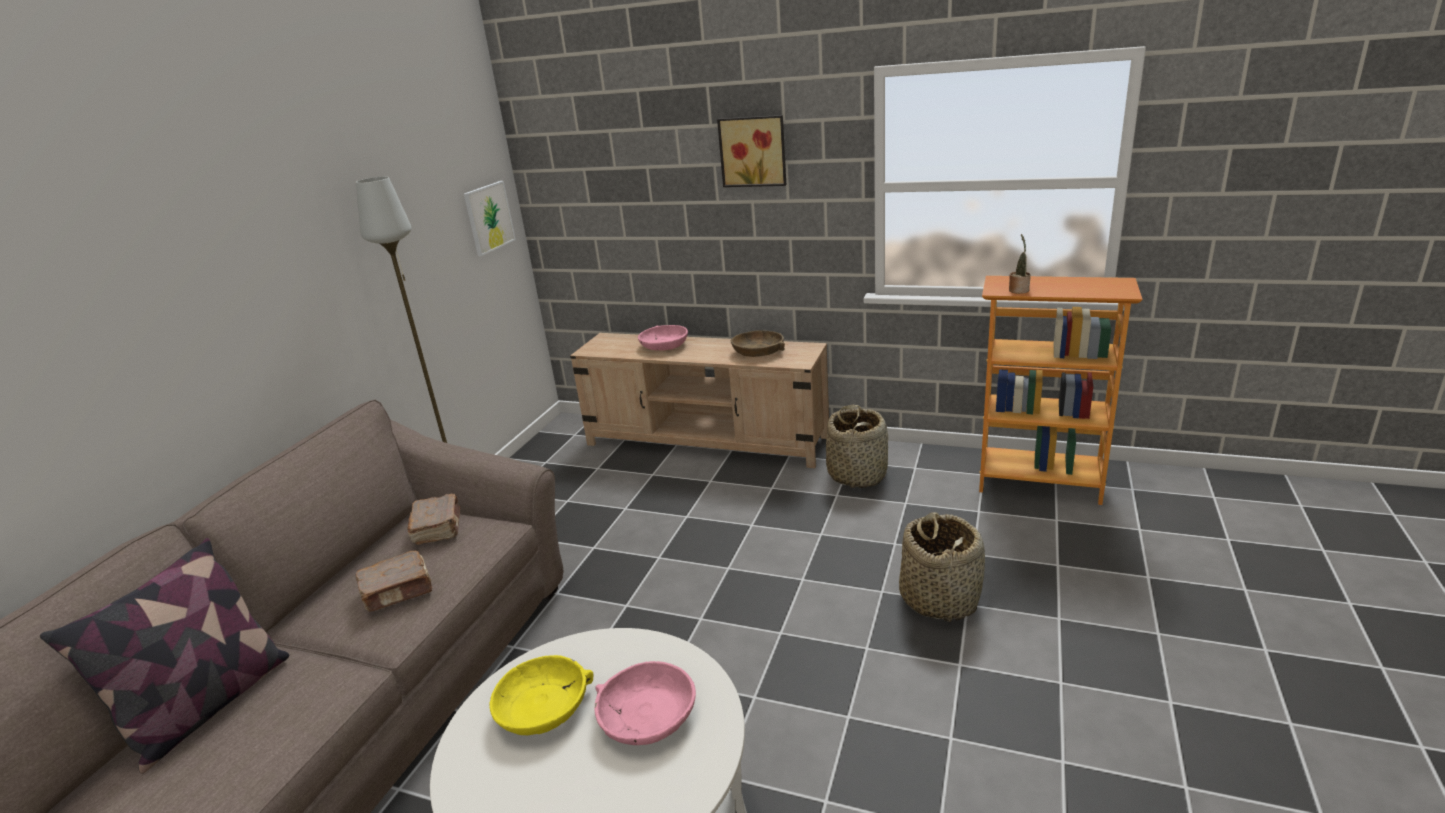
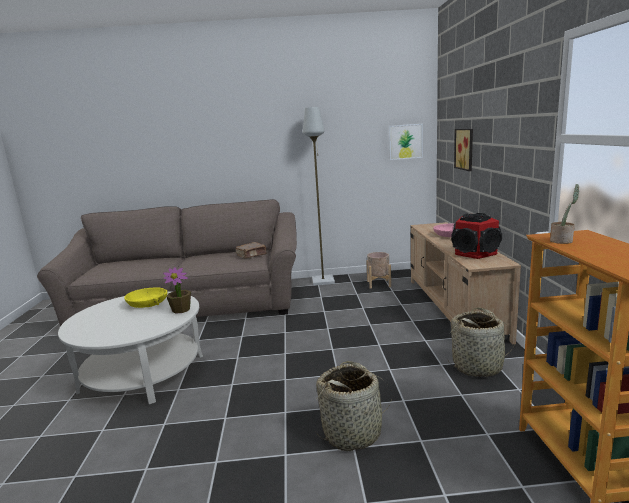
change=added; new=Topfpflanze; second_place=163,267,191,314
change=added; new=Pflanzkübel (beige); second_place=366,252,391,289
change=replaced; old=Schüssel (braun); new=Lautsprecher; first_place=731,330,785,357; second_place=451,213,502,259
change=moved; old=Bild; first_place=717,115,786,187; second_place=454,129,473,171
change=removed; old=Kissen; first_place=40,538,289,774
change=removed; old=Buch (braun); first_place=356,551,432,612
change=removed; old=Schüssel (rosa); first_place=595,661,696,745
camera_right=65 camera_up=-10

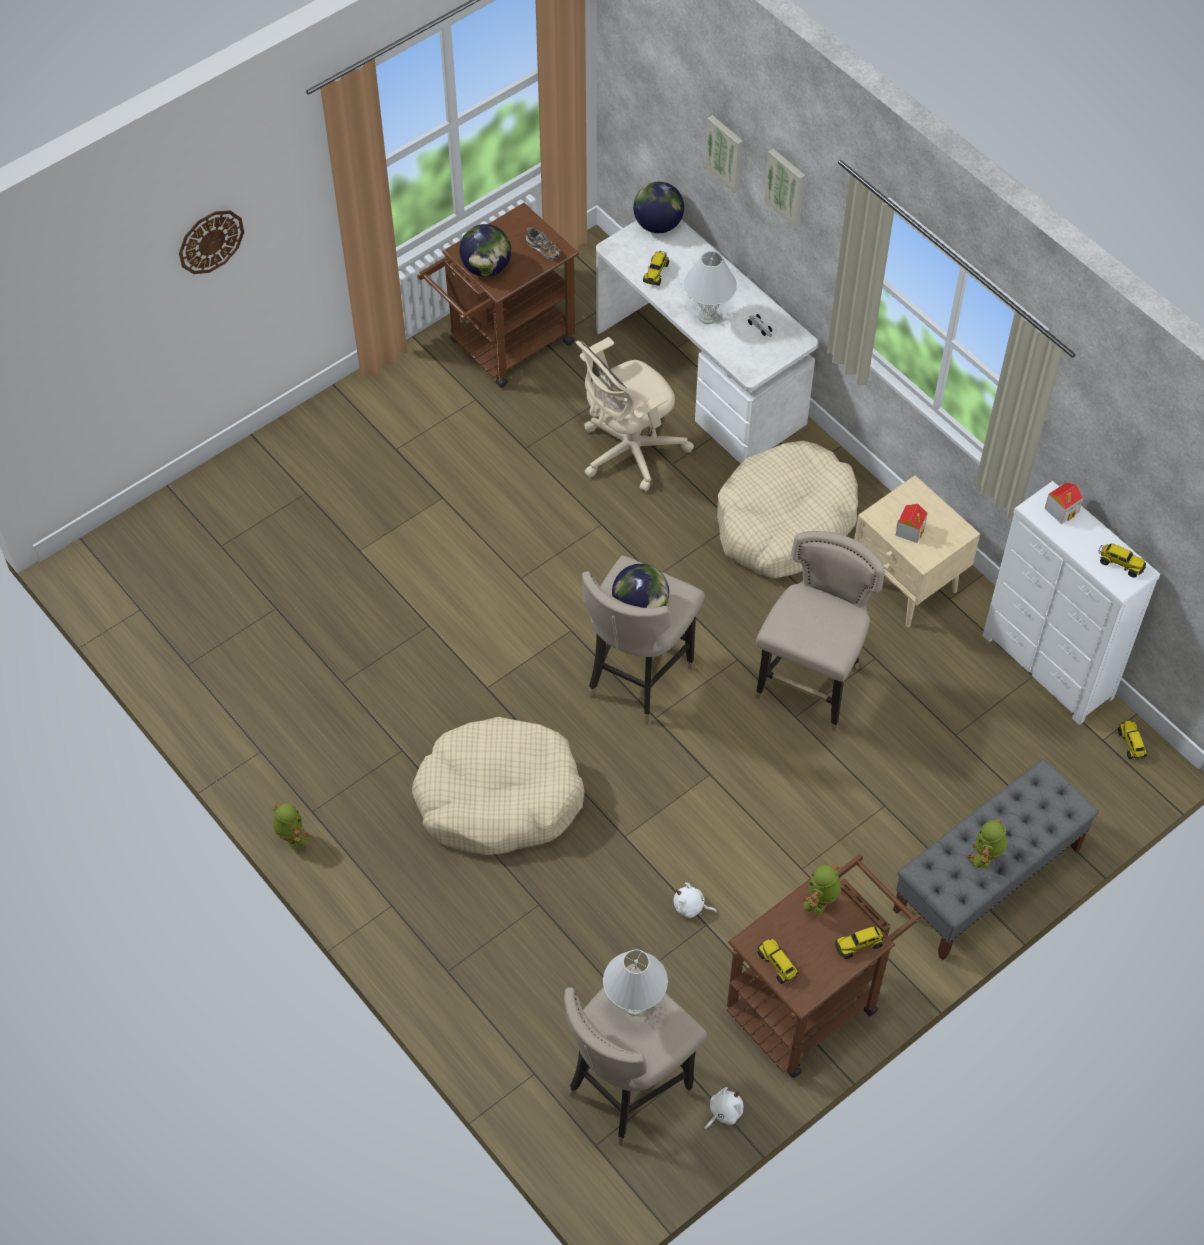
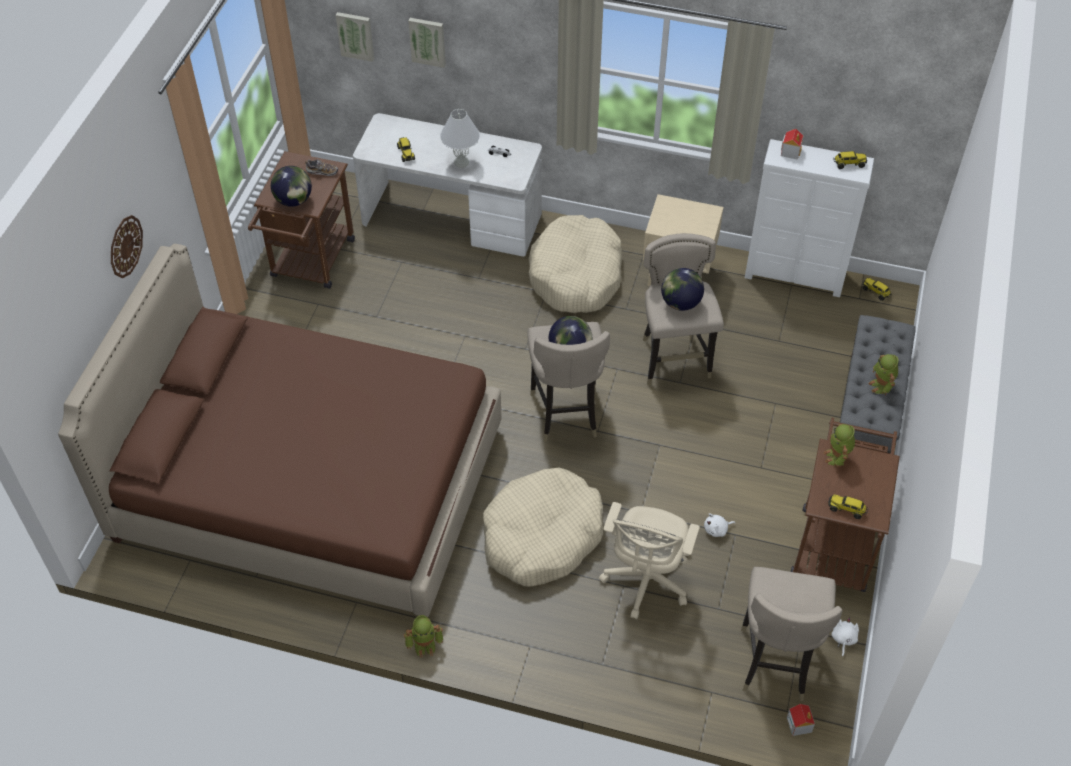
change=added; new=Bett (braun); second_place=58,244,502,617
change=moved; old=Bild; first_place=764,148,805,228; second_place=336,12,374,62
change=turned; old=Spielzeugroboter; first_place=273,803,310,850; second_place=404,615,443,658; degrees=150
change=moved; old=Bürostuhl (beige); first_place=576,337,694,492; second_place=599,502,700,619
change=moved; old=Globus; first_place=633,182,684,233; second_place=661,268,704,311
change=moved; old=Spielzeughaus; first_place=896,504,928,543; second_place=787,704,815,736
change=removed; old=Tischlampe (weiß); first_place=603,949,668,1016
change=removed; old=Spielzeuglaster; first_place=835,926,886,959
camera_right=-35 camera_up=-5

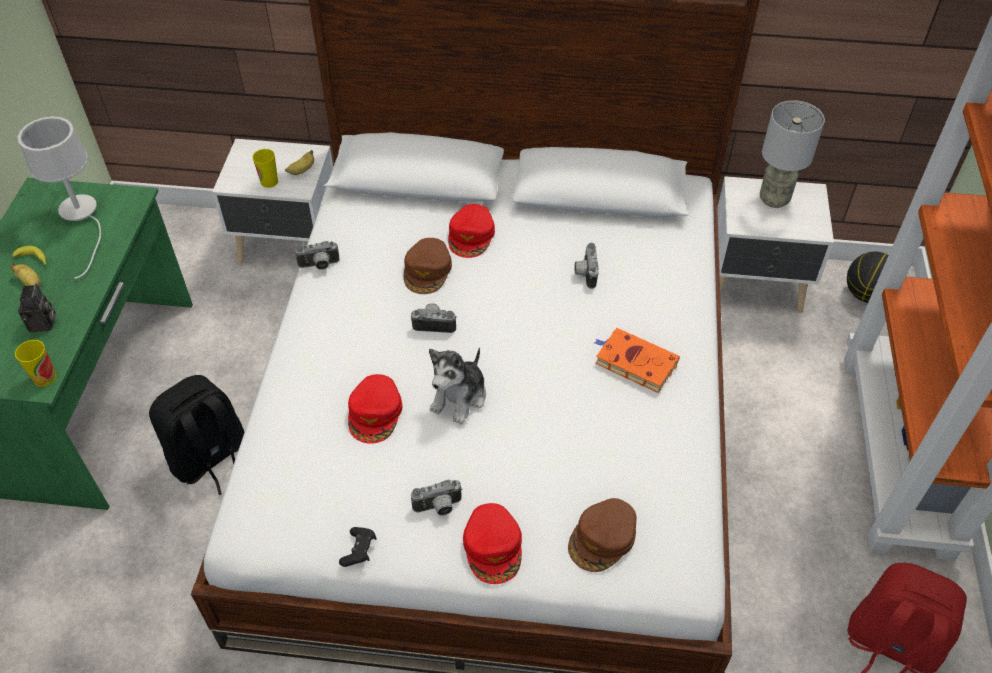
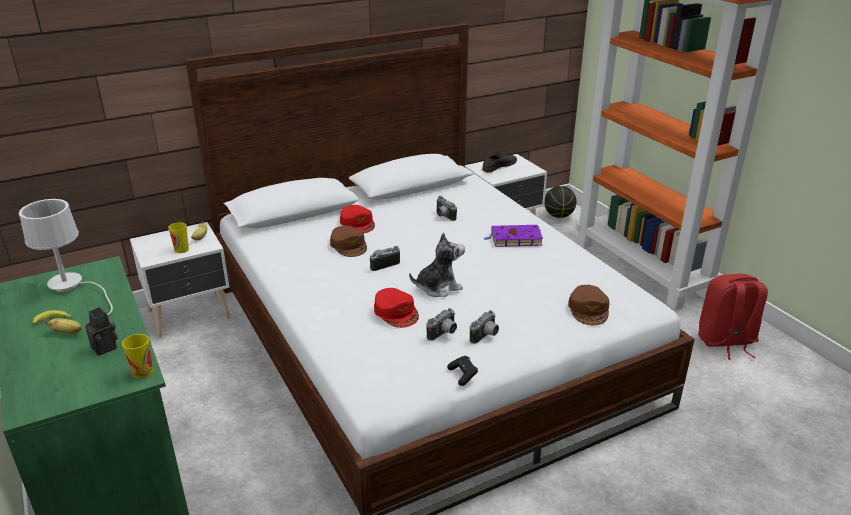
change=turned; old=Plüschtier; first_place=429,348,486,424; second_place=409,232,465,297; degrees=-105
change=moved; old=Kamera; first_place=295,241,340,270; second_place=427,308,457,341
change=replaced; old=Tischlampe (grau); new=Schuh (grau); first_place=760,100,825,208; second_place=482,151,517,173
change=recoloured; old=Buch (orange); new=Buch (lila); first_place=594,328,680,393; second_place=484,225,543,247
change=removed; old=Rucksack (schwarz); first_place=149,375,244,495
change=removed; old=Kappe (rot); first_place=463,503,522,584
camera_right=-35 camera_up=-20

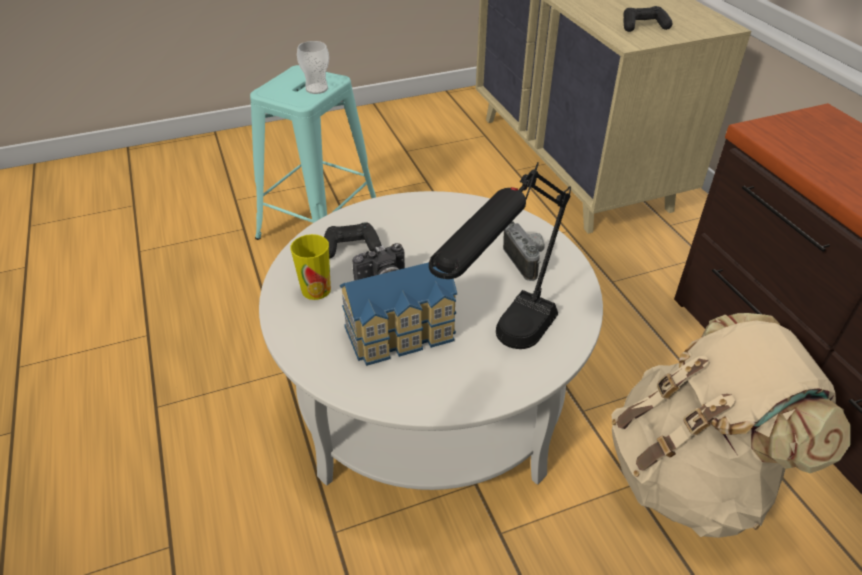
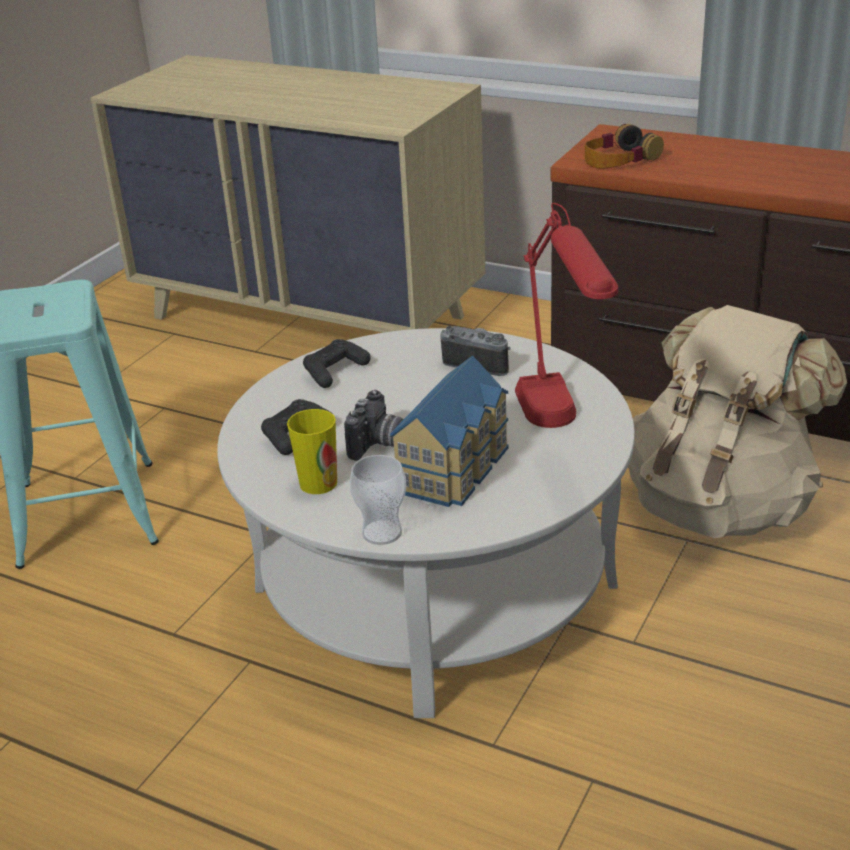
change=moved; old=Gamepad (schwarz); first_place=624,6,673,32; second_place=303,339,371,388
change=moved; old=Tasse; first_place=297,41,329,94; second_place=349,455,406,545
change=recoloured; old=Tischlampe (schwarz); new=Tischlampe (rot); first_place=429,162,571,349; second_place=515,203,618,428
change=added; new=Kopfhörer; second_place=585,124,664,168
camera_right=-40 camera_up=-10

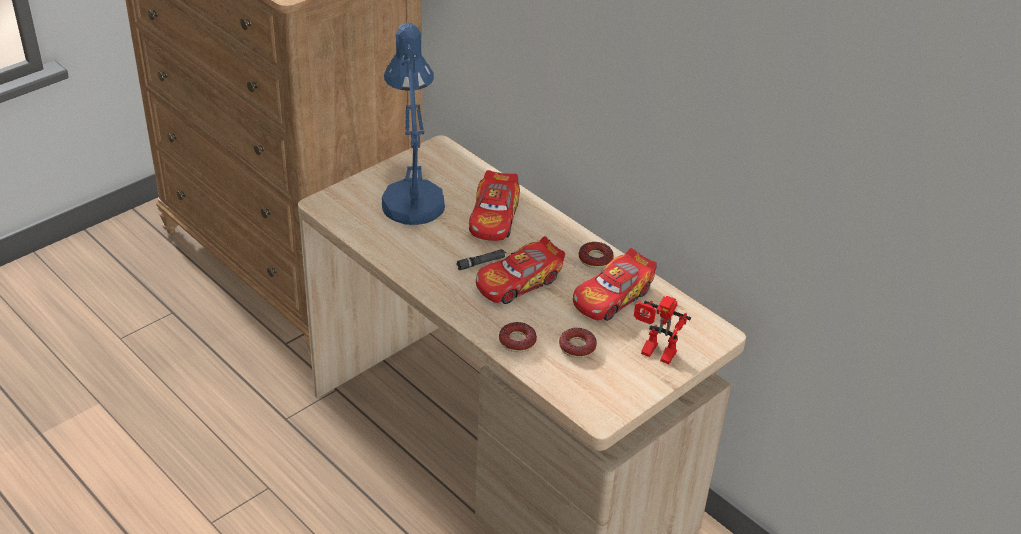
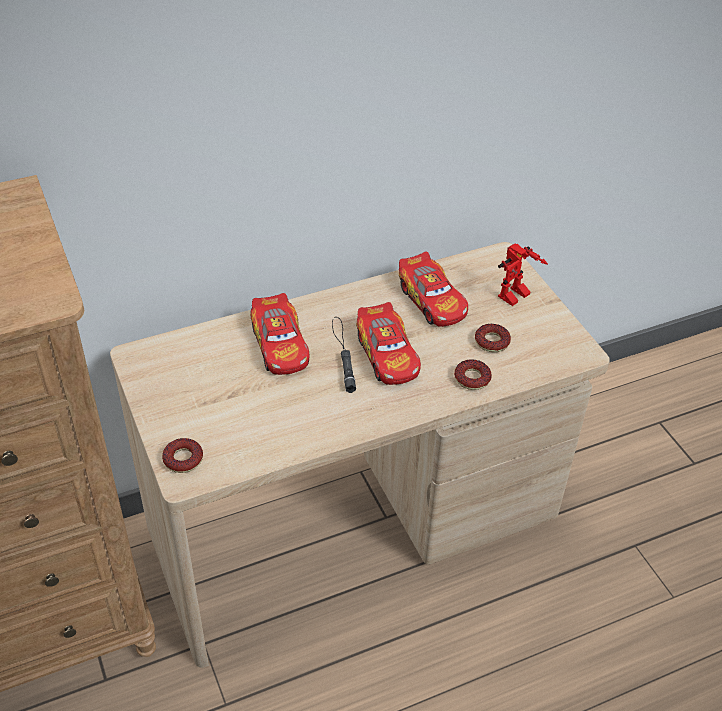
change=moved; old=Donut; first_place=579,242,614,269; second_place=162,438,203,473
change=turned; old=Spielzeugauto; first_place=469,170,520,241; second_place=250,293,309,375; degrees=45
change=removed; old=Tischlampe (blau); first_place=382,23,445,225
camera_right=-70 camera_up=5

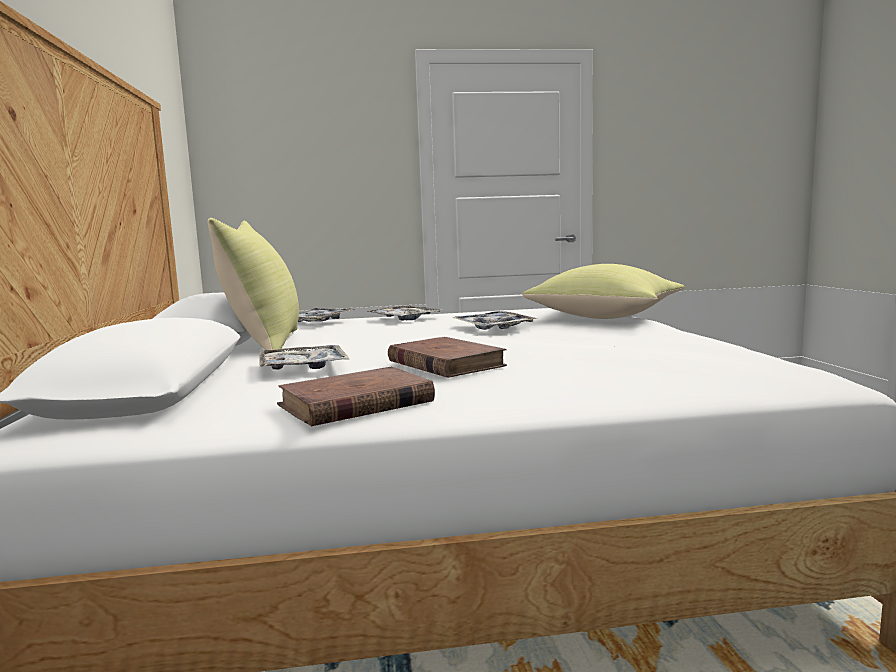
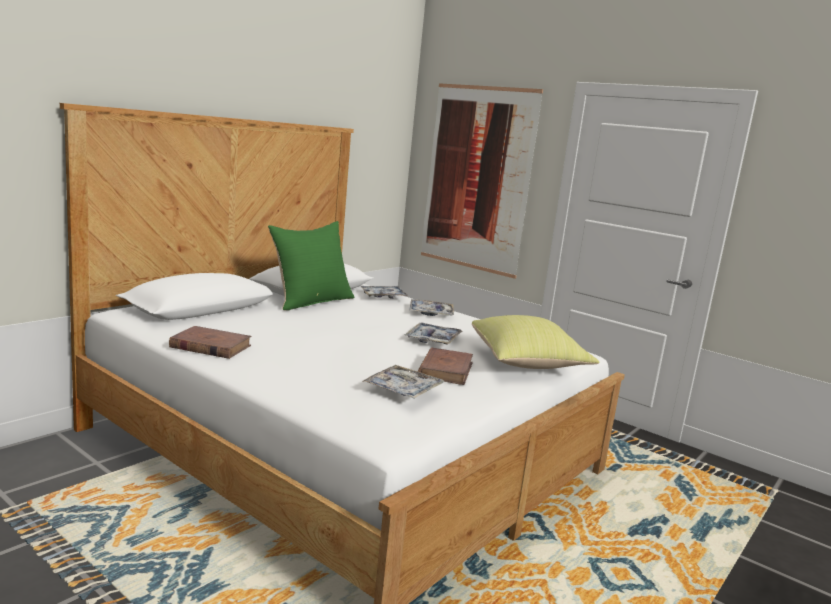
change=recoloured; old=Kissen (gelb); new=Kissen (grün); first_place=208,218,299,350; second_place=268,221,354,310
change=moved; old=Tablett; first_place=260,345,349,369; second_place=362,365,444,399
change=moved; old=Buch (braun); first_place=388,337,507,378; second_place=418,347,473,385
change=added; new=Bild; second_place=421,83,543,279
camera_right=45 camera_up=5

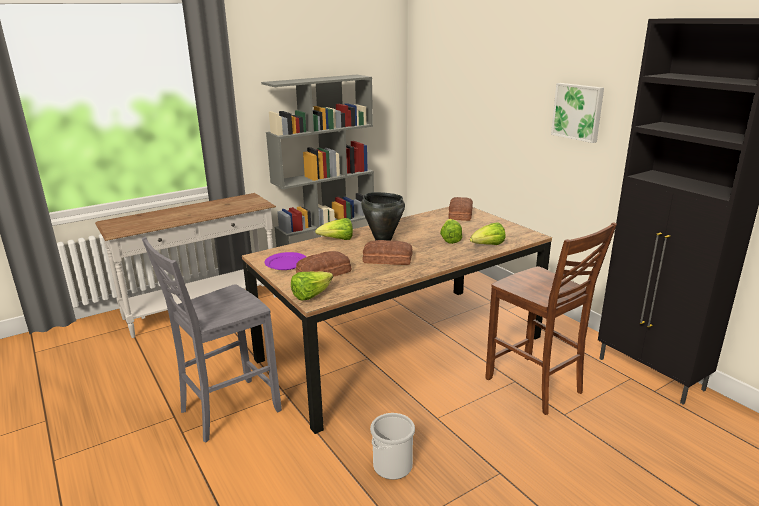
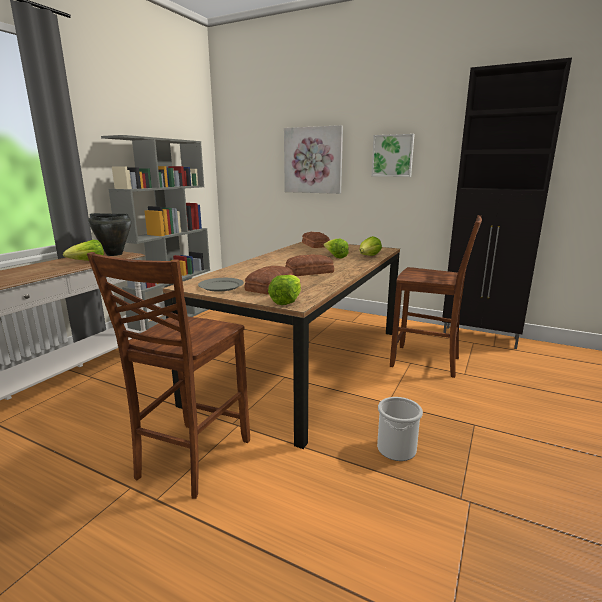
change=moved; old=Salatkopf; first_place=315,218,353,240; second_place=63,240,104,261
change=recoloured; old=Stuhl (grau); new=Stuhl (braun); first_place=142,237,282,442; second_place=87,252,250,499
change=moved; old=Kochtopf (schwarz); first_place=361,192,405,241; second_place=88,213,131,256
change=recoloured; old=Teller (lila); new=Teller (grau); first_place=264,252,306,270; second_place=198,278,244,292
change=added; new=Bild; second_place=284,125,343,194
camera_right=-30 camera_up=-5

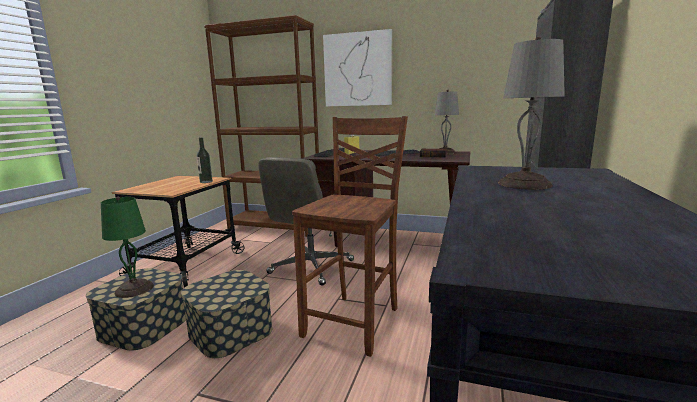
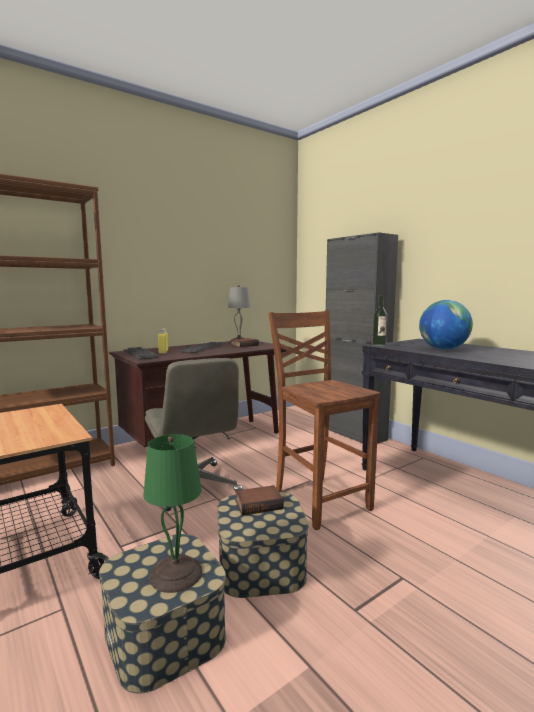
change=added; new=Buch; second_place=235,485,284,516
change=moved; old=Flasche; first_place=197,137,213,183; second_place=372,295,388,347
change=replaced; old=Tischlampe (grau); new=Globus; first_place=498,37,565,190; second_place=419,300,473,350
change=removed; old=Bild; first_place=323,29,392,107
camera_right=-55 camera_up=-5

